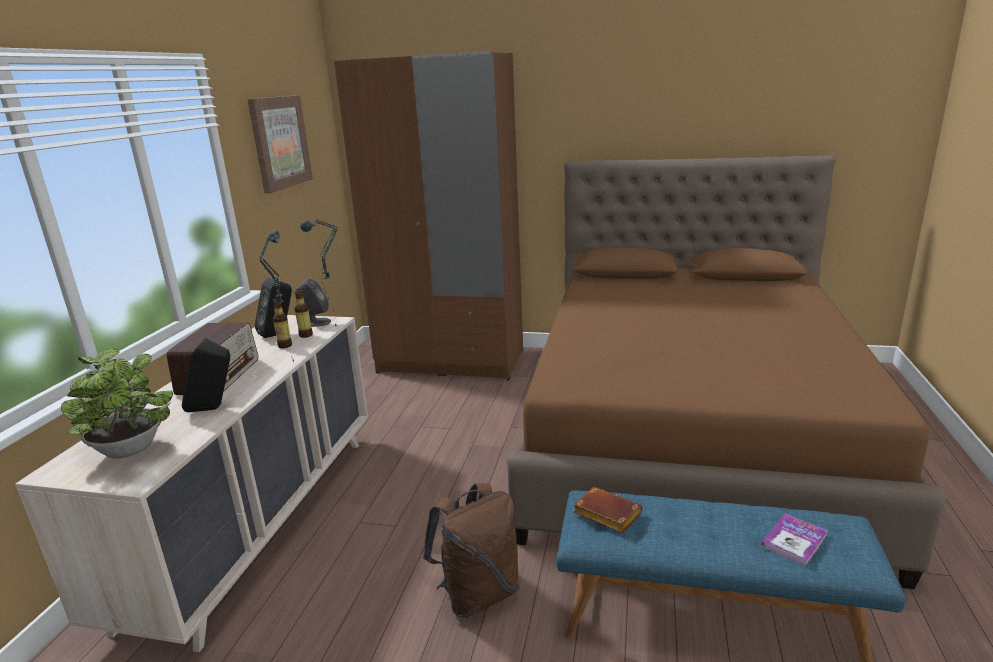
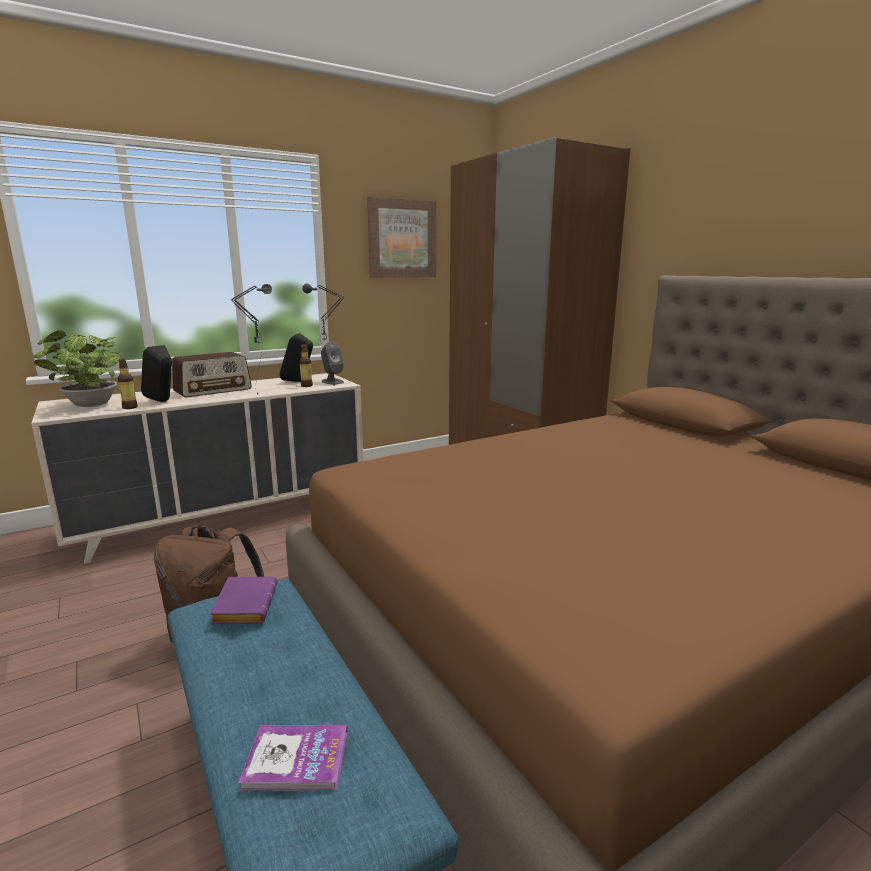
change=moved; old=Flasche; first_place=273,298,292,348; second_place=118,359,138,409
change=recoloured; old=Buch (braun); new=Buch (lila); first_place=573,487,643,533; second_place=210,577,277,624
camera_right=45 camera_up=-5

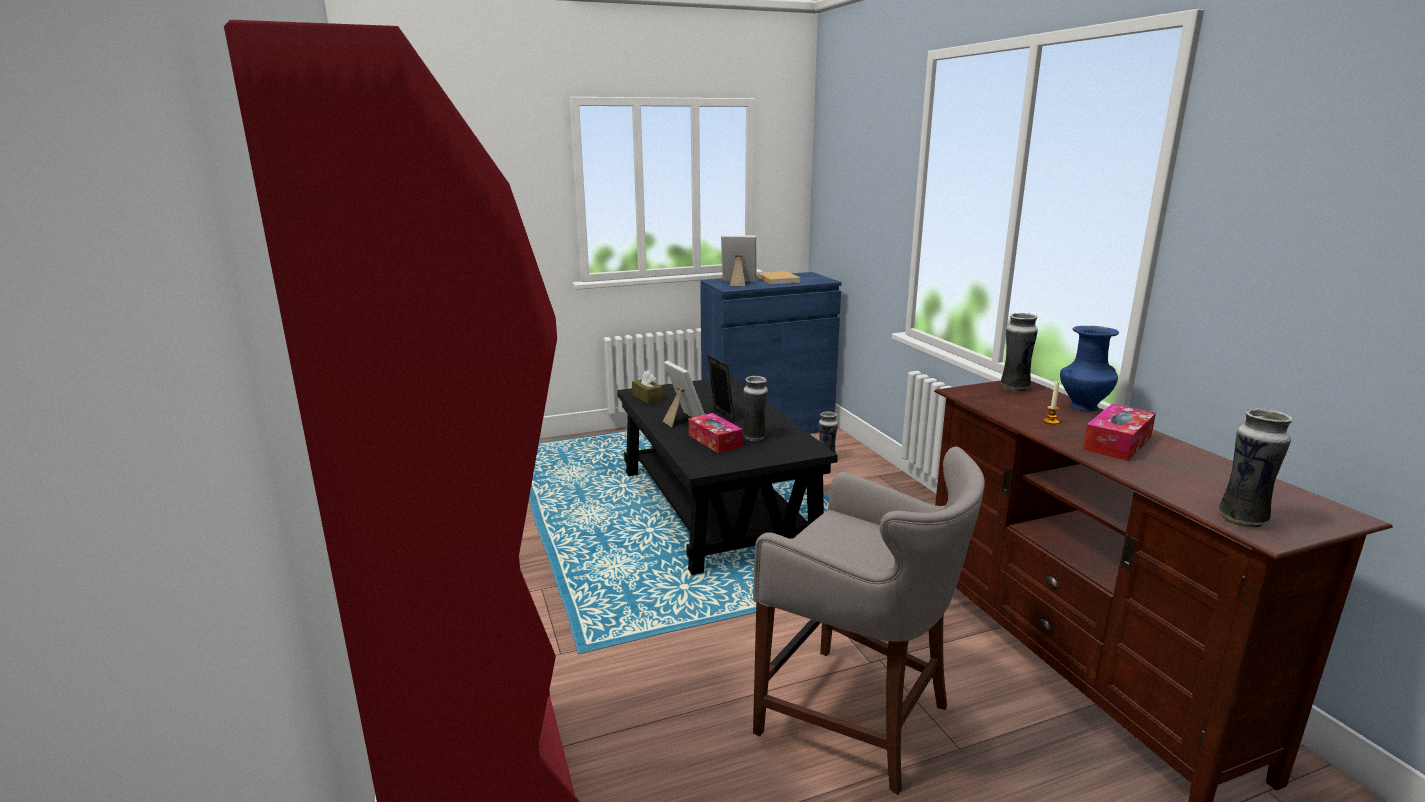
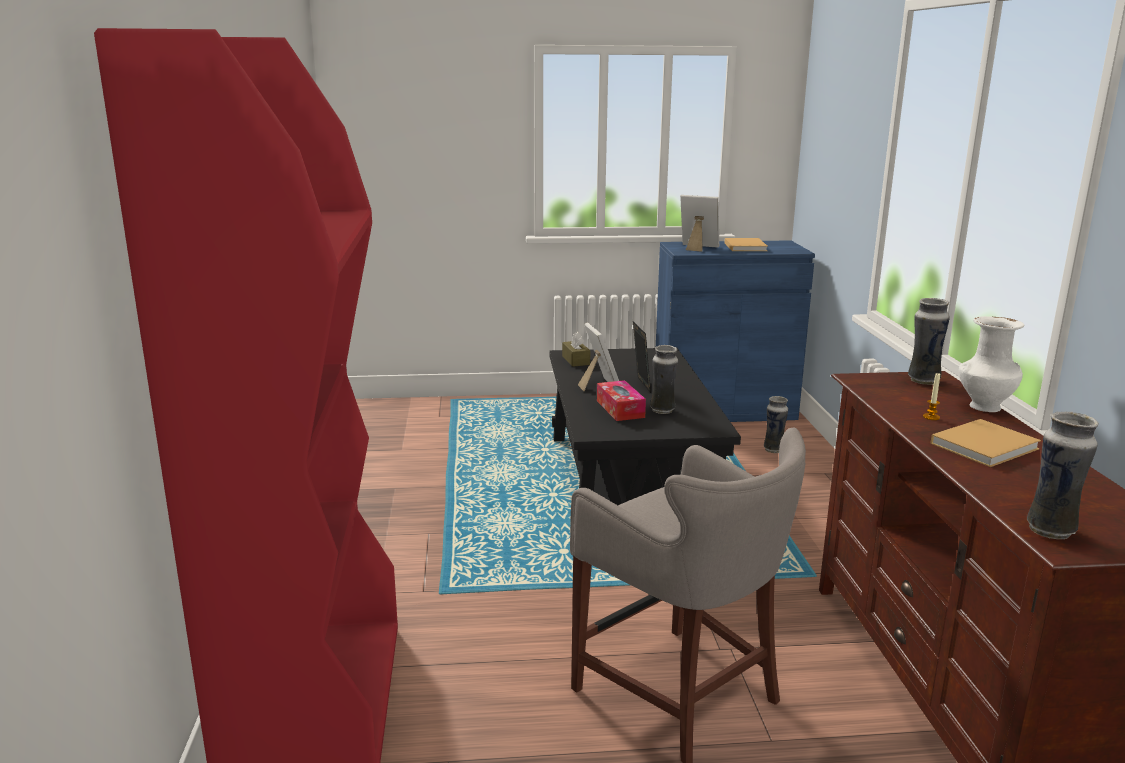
change=replaced; old=Taschentuchbox; new=Buch (beige); first_place=1083,404,1156,461; second_place=930,419,1041,467
change=recoloured; old=Vase (blau); new=Vase (weiß); first_place=1060,326,1119,412; second_place=959,316,1025,412
camera_right=15 camera_up=0

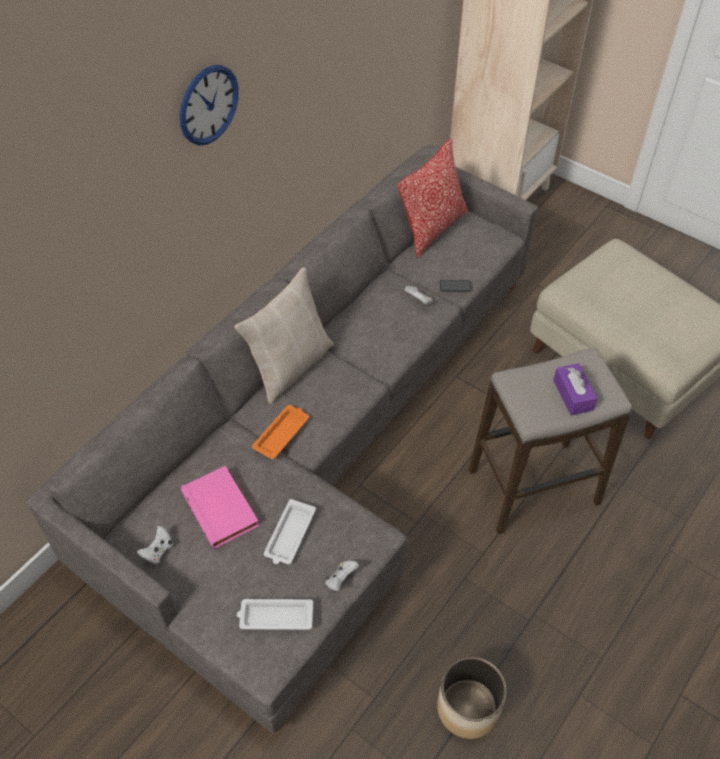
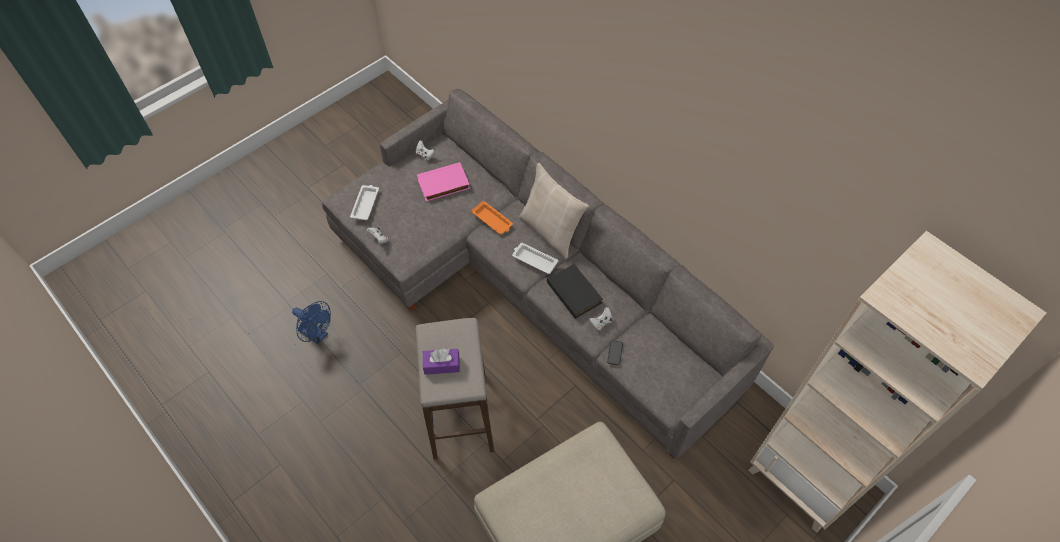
change=replaced; old=Pflanzkübel; new=Ventilator (blau); first_place=437,657,506,739; second_place=292,301,331,344
change=moved; old=Tablett (weiß); first_place=264,499,316,564; second_place=512,243,558,274
change=added; new=Buch (schwarz); second_place=547,264,603,319
change=removed; old=Wanduhr; first_place=180,65,239,146
change=removed; old=Kissen; first_place=398,139,468,258
camera_right=100 camera_up=5

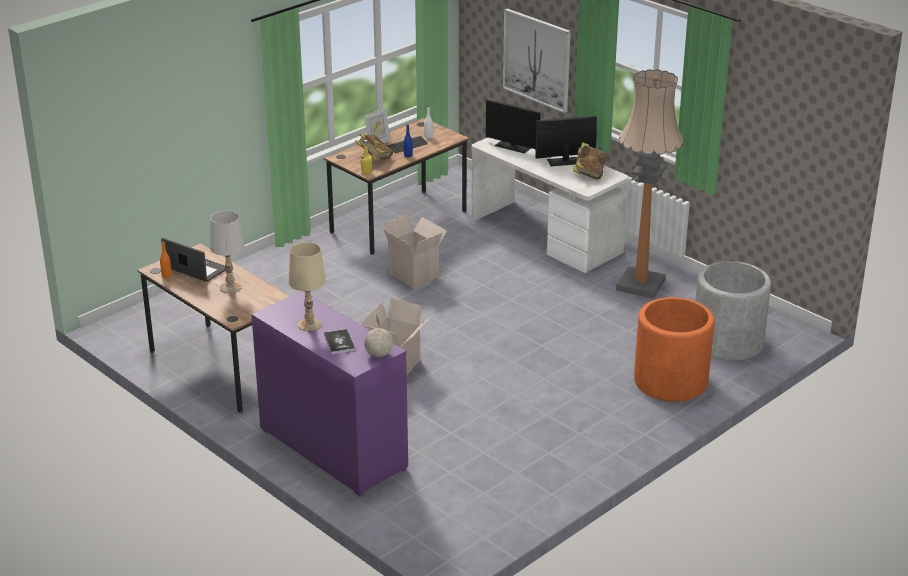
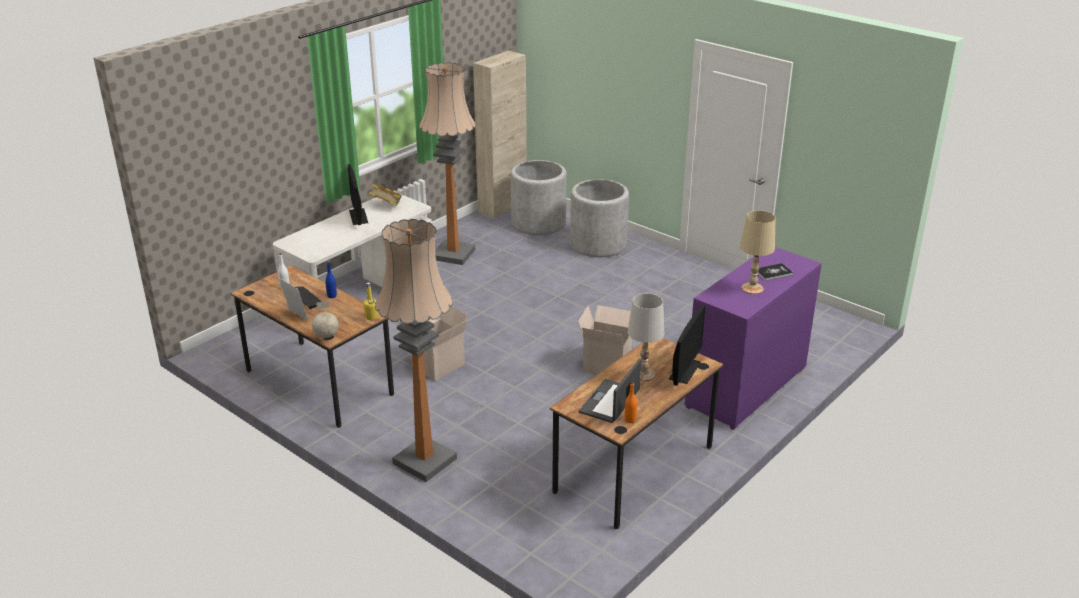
change=moved; old=Globus; first_place=364,314,393,357; second_place=312,300,339,338
change=added; new=Stehlampe; second_place=375,219,457,482
change=added; new=Schrank (beige); second_place=473,50,527,219
change=recoloured; old=Pflanzkübel (orange); new=Pflanzkübel (grau); first_place=634,297,714,402; second_place=570,179,629,257
change=moved; old=Monitor; first_place=486,100,541,154; second_place=669,305,706,386
change=removed; old=Buch; first_place=355,133,393,161
change=removed; old=Bild; first_place=503,8,571,113
camera_right=-95 camera_up=0

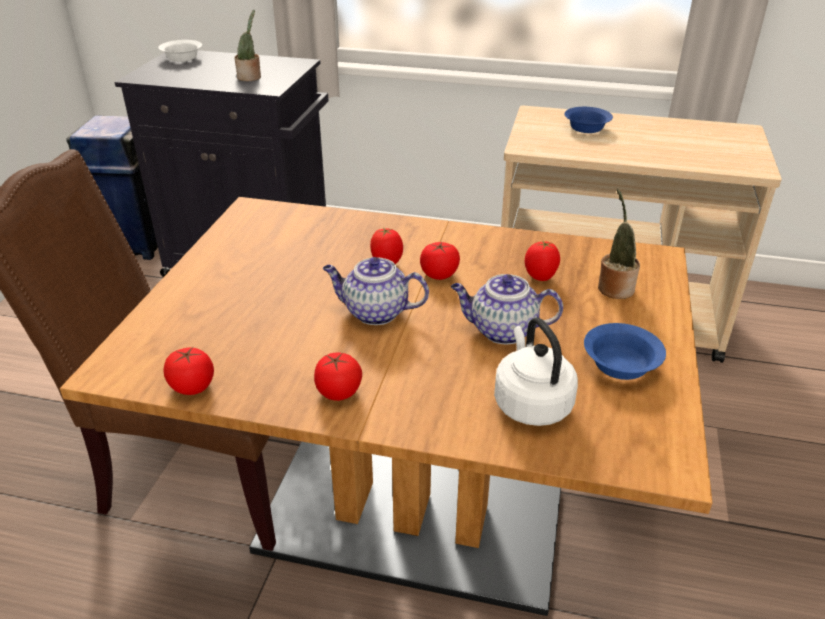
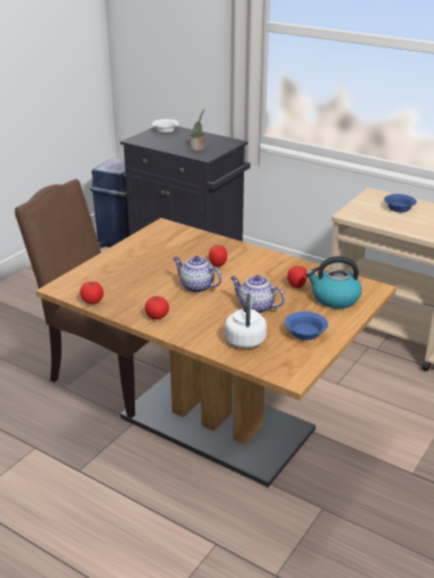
change=replaced; old=Topfpflanze; new=Wasserkessel; first_place=598,189,640,299; second_place=306,256,362,309
change=removed; old=Tomate; first_place=420,242,460,280
camera_right=20 camera_up=-5

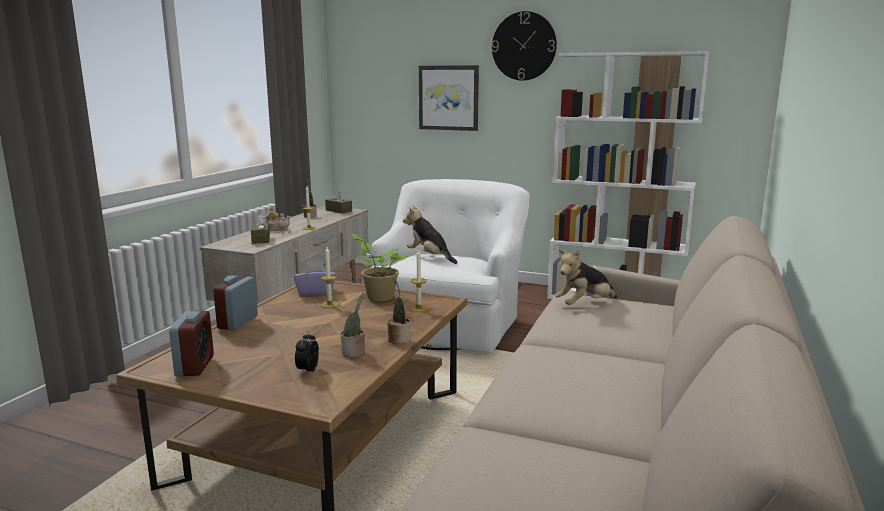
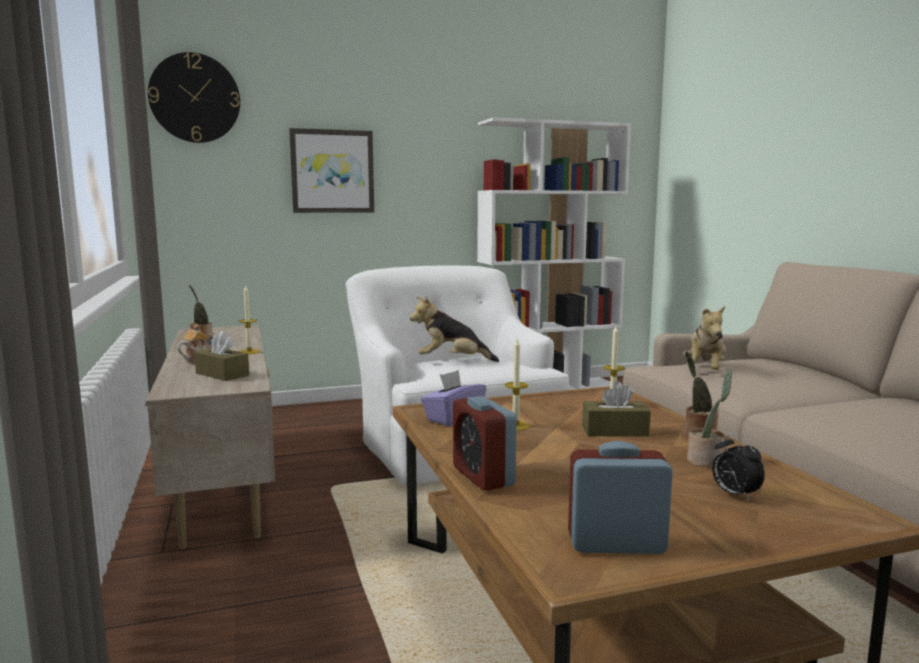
change=moved; old=Wanduhr; first_place=492,11,557,80; second_place=148,52,240,143
change=turned; old=Wecker; first_place=169,311,214,376; second_place=568,441,673,554; degrees=-45
change=moved; old=Taschentuchbox (braun); first_place=325,190,352,214; second_place=582,381,651,437
change=removed; old=Topfpflanze; first_place=351,233,407,301
camera_right=-40 camera_up=-5

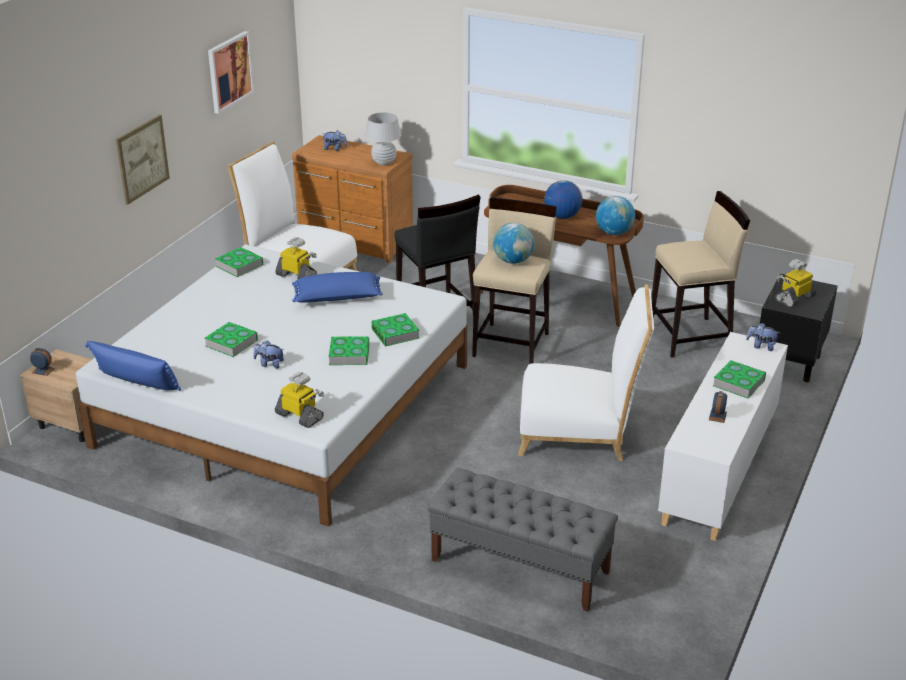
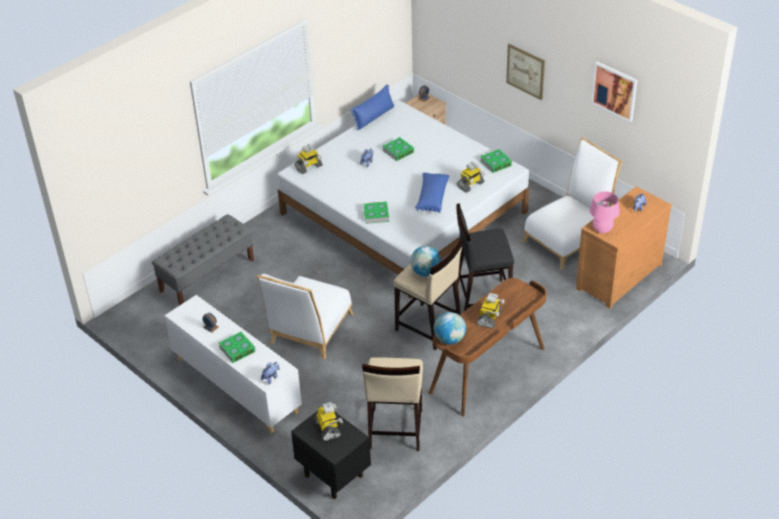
change=replaced; old=Globus; new=Spielzeugroboter; first_place=544,180,582,219; second_place=477,293,505,328
change=recoloured; old=Tischlampe (weiß); new=Tischlampe (rosa); first_place=365,112,401,165; second_place=589,191,620,233
change=removed; old=Buch; first_place=329,337,369,365
camera_right=110 camera_up=10

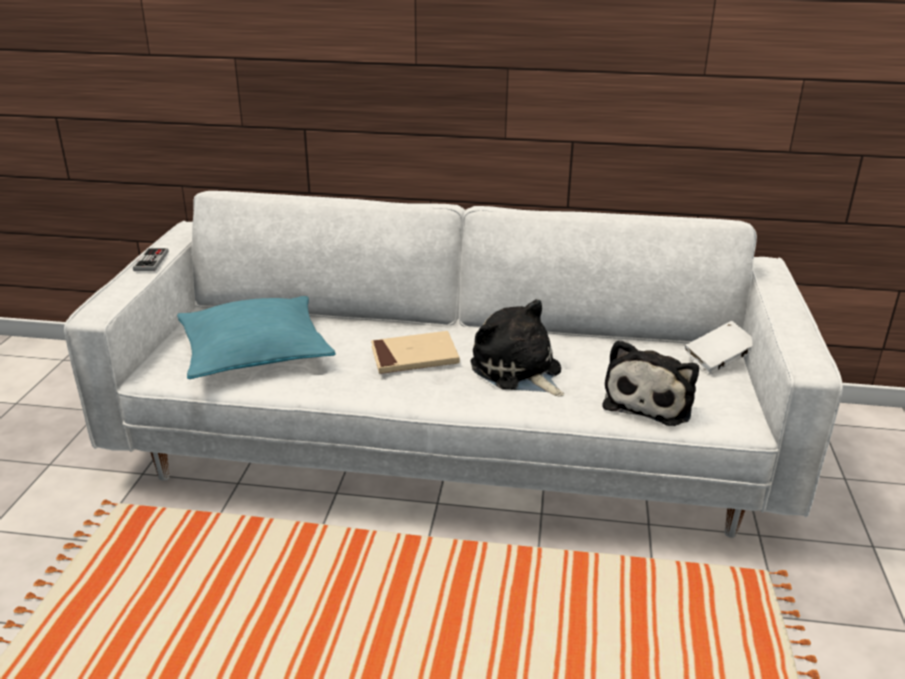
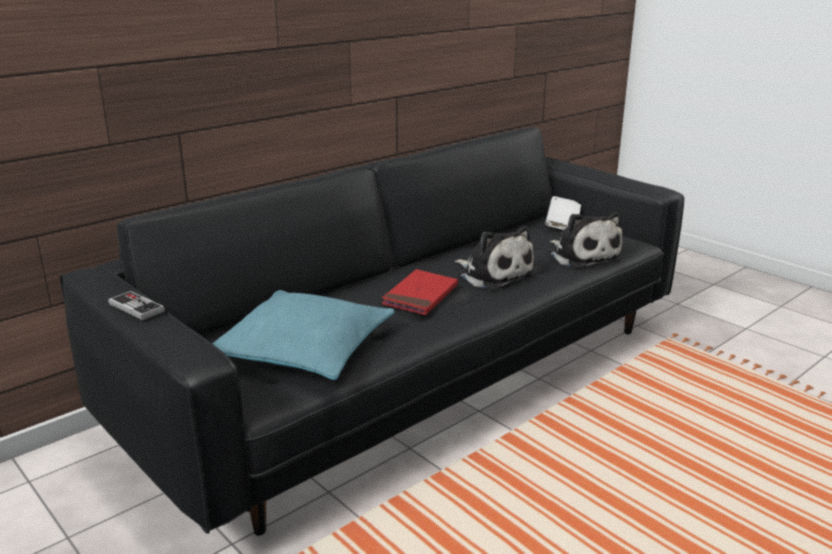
change=recoloured; old=Sofa (weiß); new=Sofa (schwarz); first_place=64,191,843,538; second_place=60,127,684,536
change=recoloured; old=Buch (beige); new=Buch (rot); first_place=371,331,460,374; second_place=382,269,458,315
change=turned; old=Plüschtier; first_place=471,299,564,397; second_place=455,226,536,290; degrees=-135
camera_right=-50 camera_up=-5

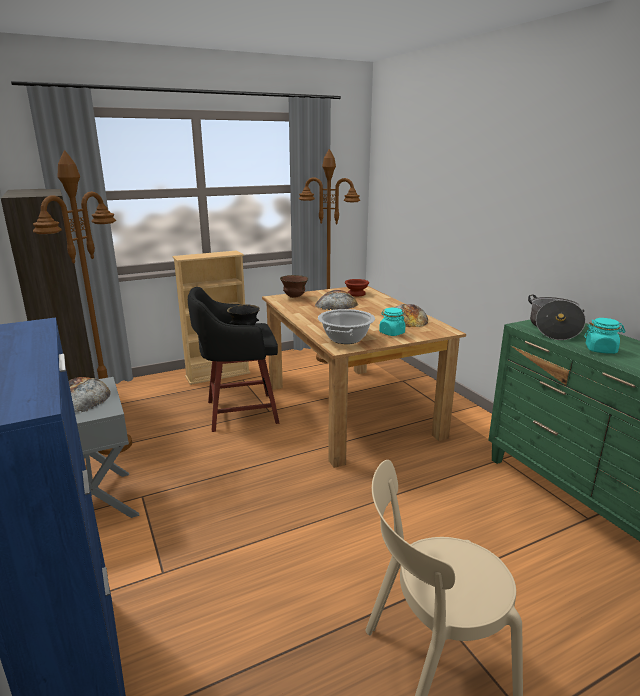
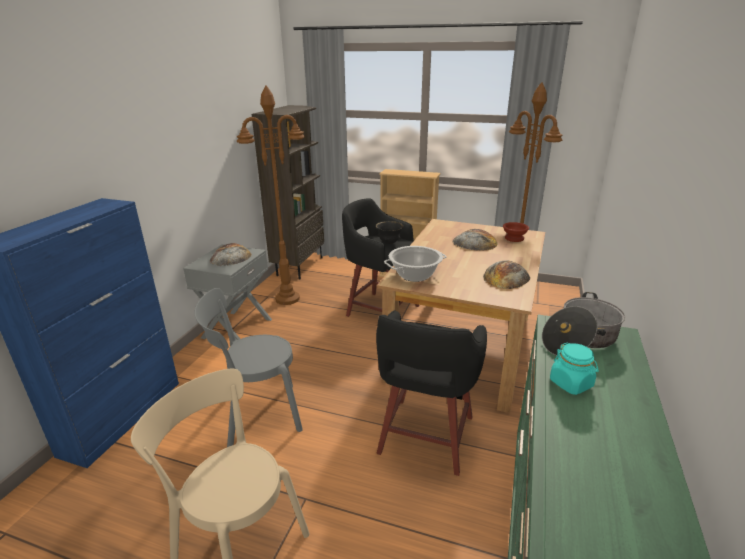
change=added; new=Stuhl (grau); second_place=194,288,303,447
change=added; new=Hocker (schwarz); second_place=376,310,487,476
change=removed; old=Schüssel (braun); first_place=280,275,308,298
change=removed; old=Vorratsglas (türkis); first_place=379,308,405,336
camera_right=45 camera_up=5

